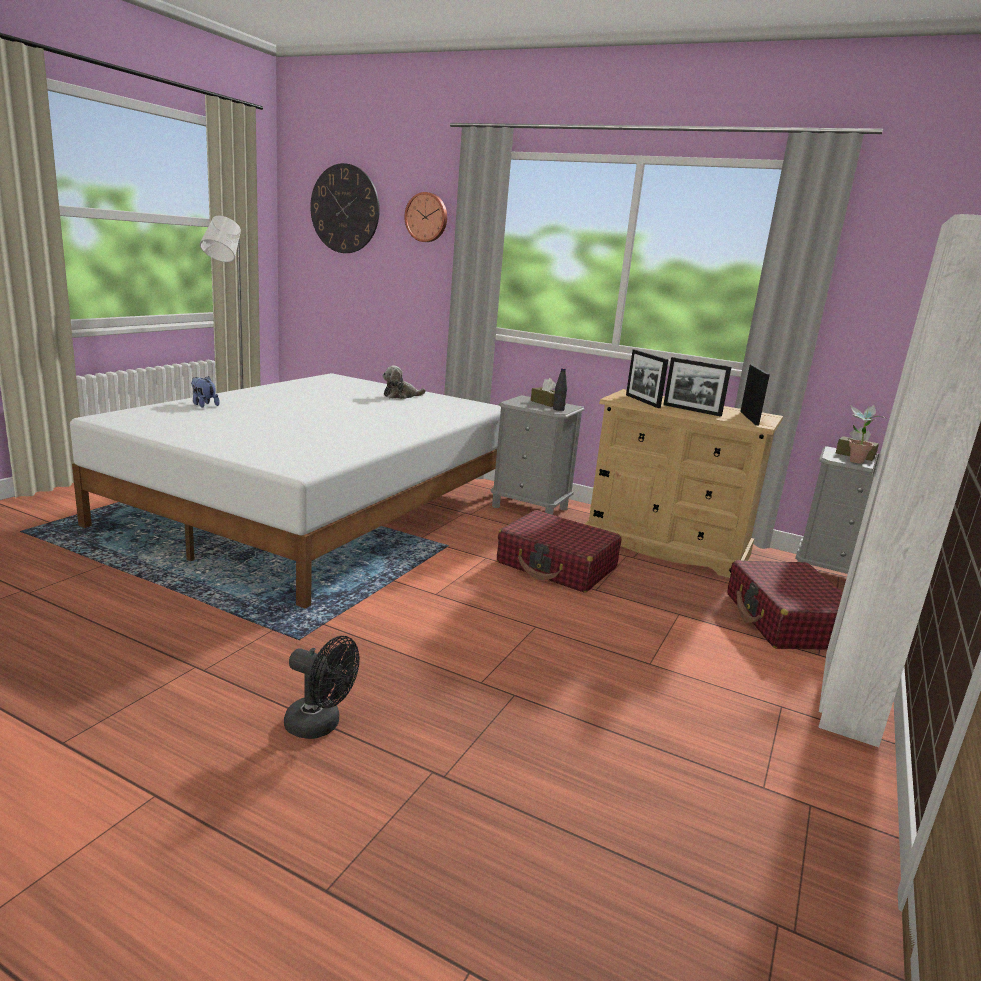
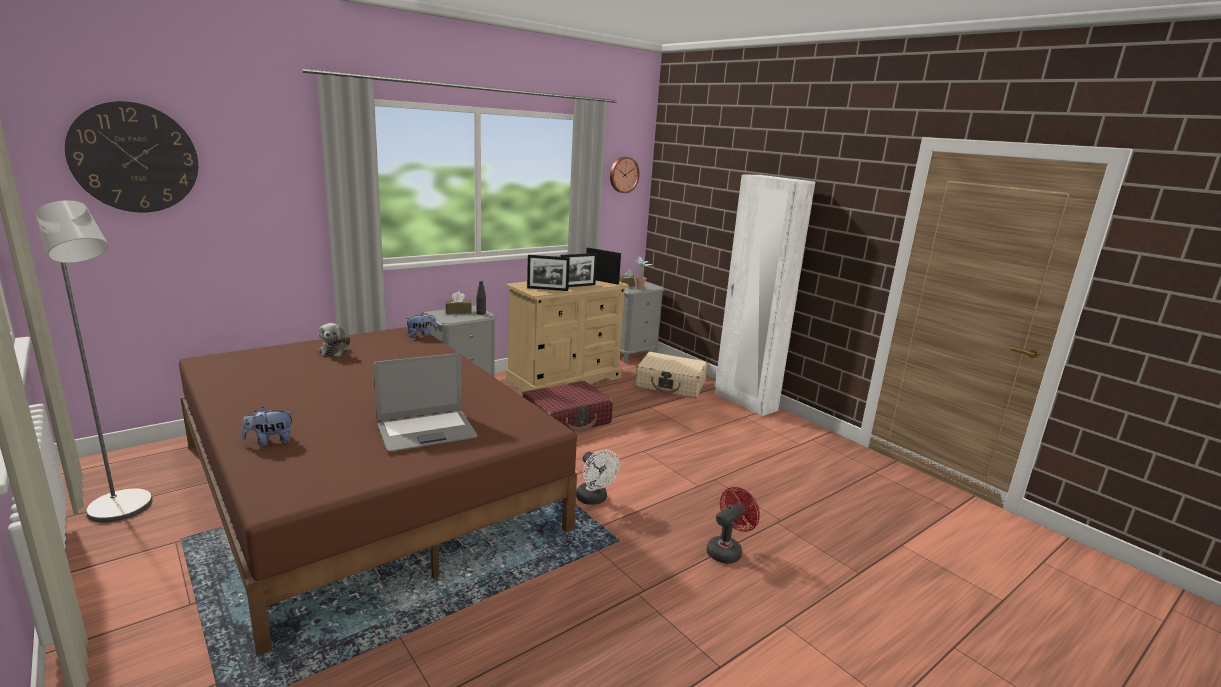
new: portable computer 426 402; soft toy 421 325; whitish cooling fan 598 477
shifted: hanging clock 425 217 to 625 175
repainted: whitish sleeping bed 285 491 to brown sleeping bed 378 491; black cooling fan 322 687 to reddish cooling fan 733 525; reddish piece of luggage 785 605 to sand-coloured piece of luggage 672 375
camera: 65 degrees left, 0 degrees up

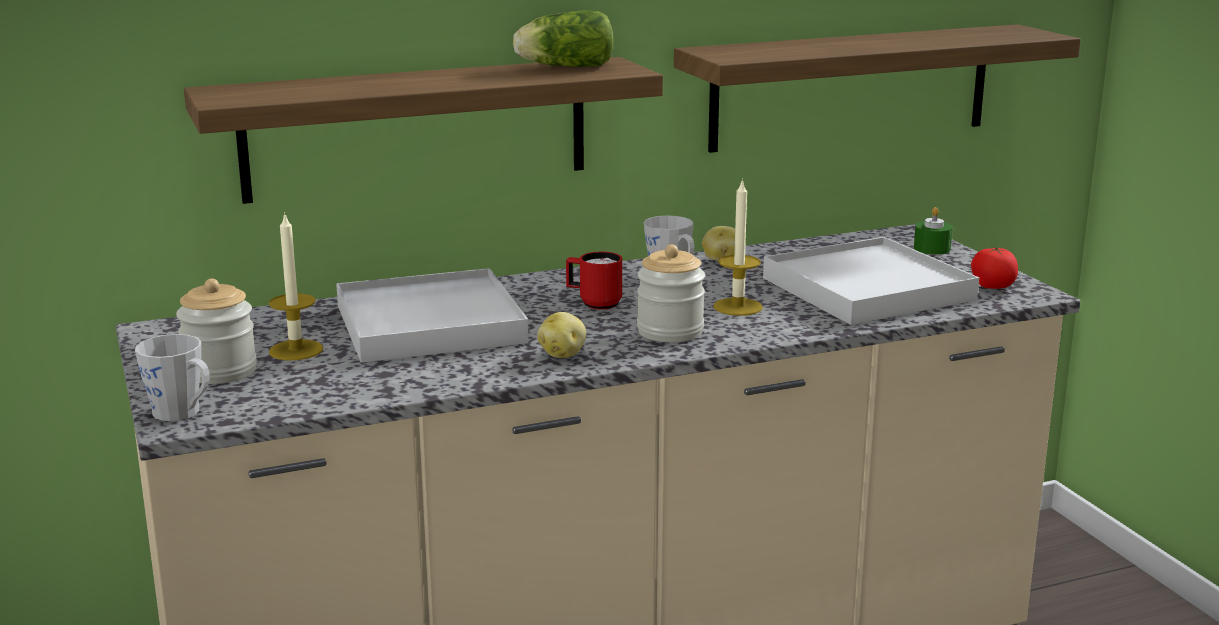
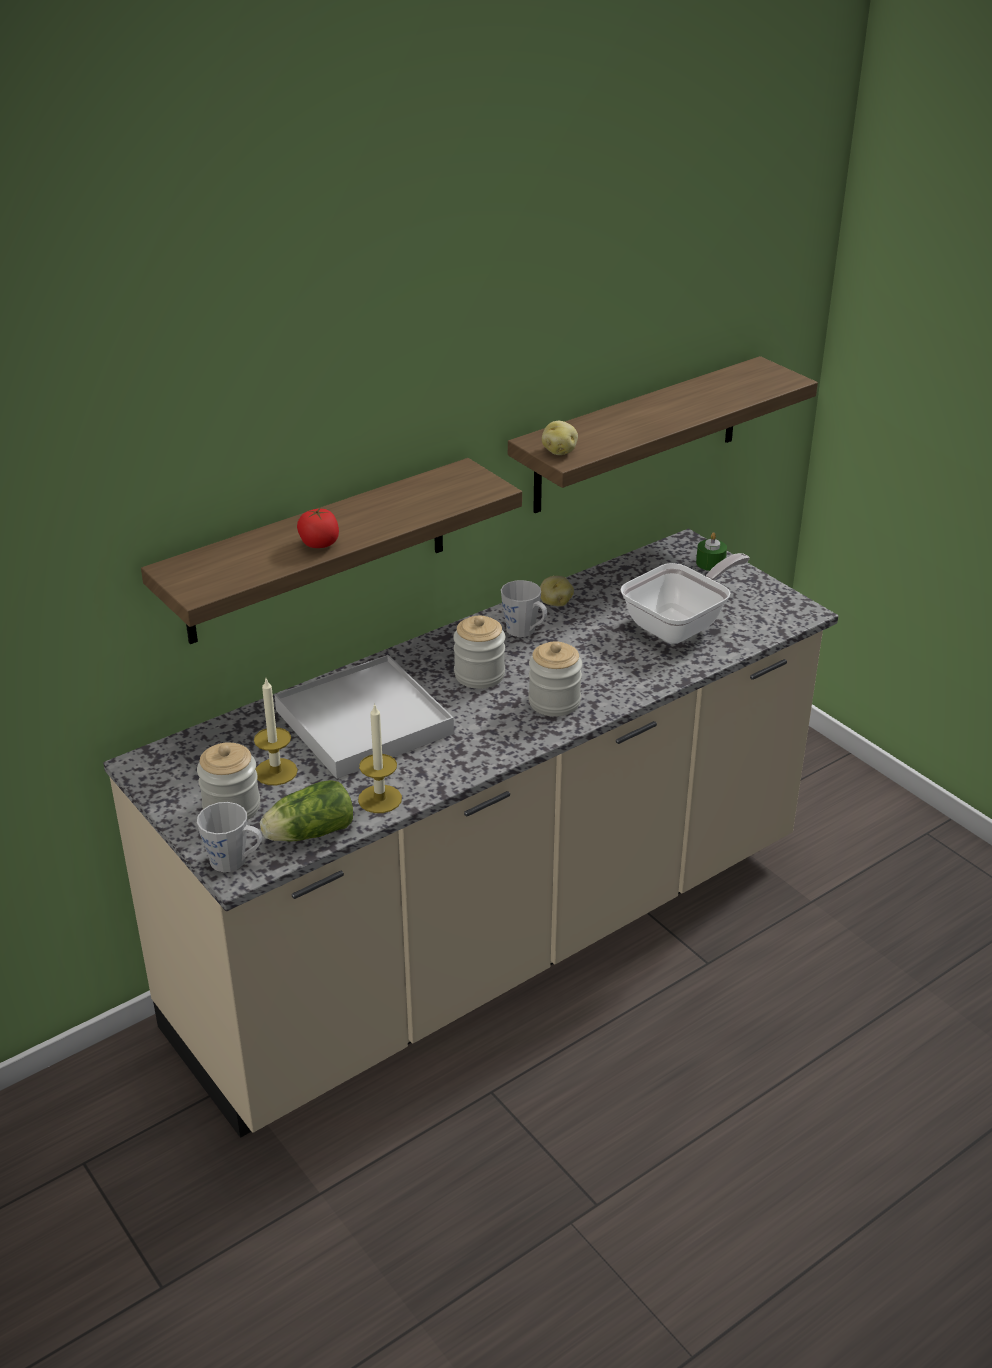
shifted: lettuce head 563 38 to 306 811; potato 561 335 to 560 438; wax candle 738 247 to 380 758; whole tomato 994 268 to 318 528
swapped: reddish tea mug 594 281 to jar 479 652; whitish carrying tray 871 281 to skillet 685 598
camera: 15 degrees left, 15 degrees up

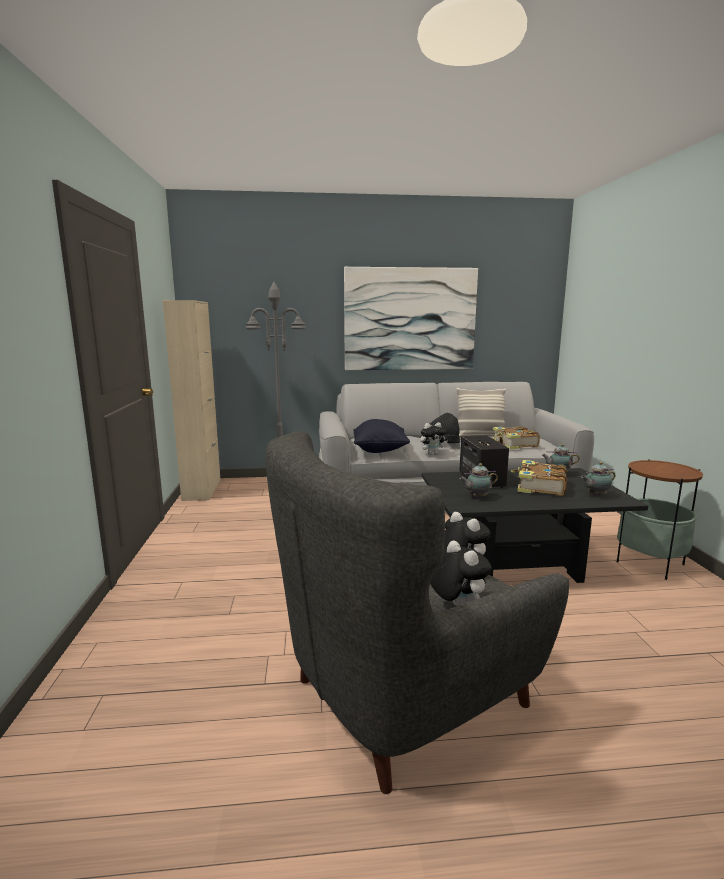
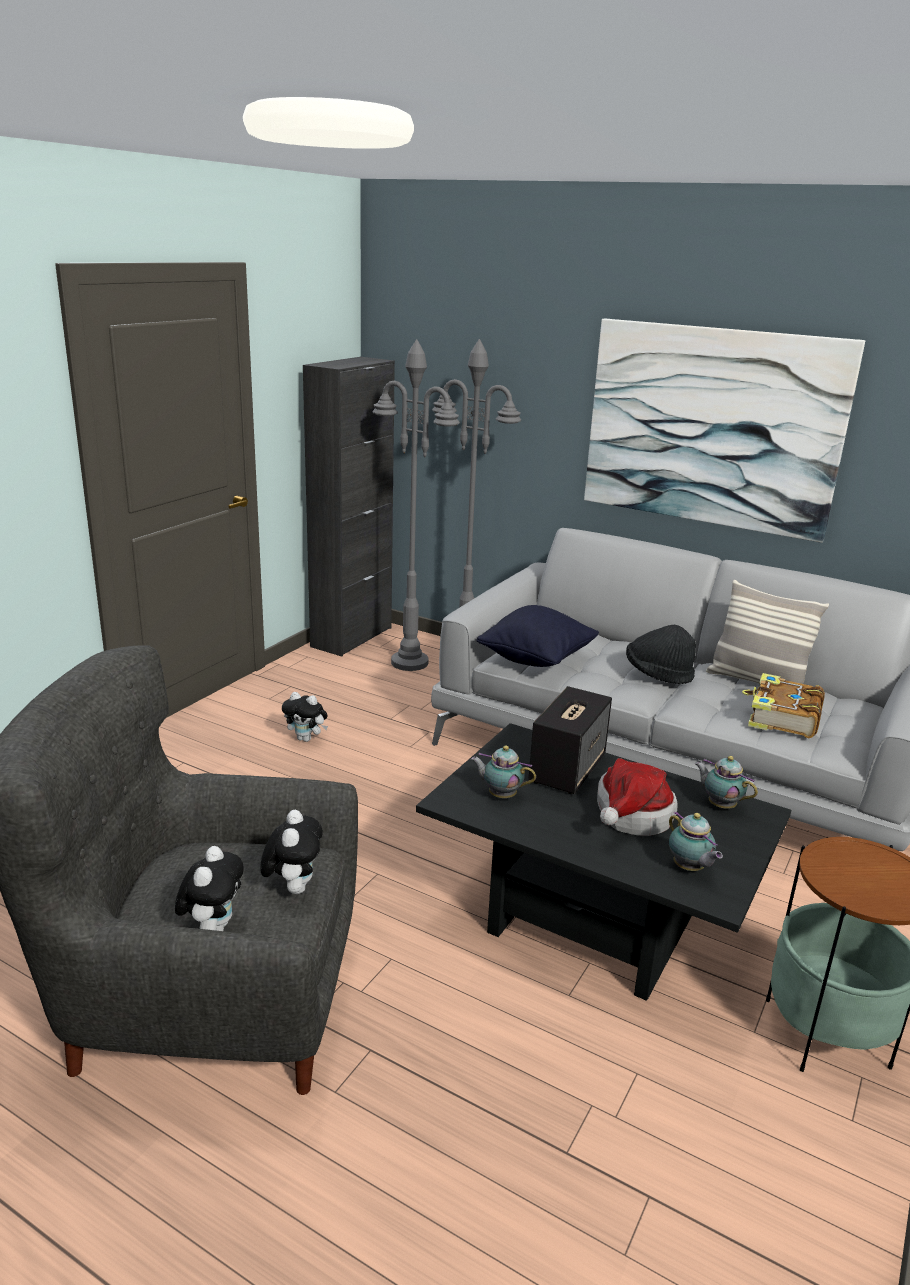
new: grey standing lamp 416 505
shifted: soft toy 434 438 to 305 717
swapped: book 539 478 to hat 637 797
repainted: sand-coloured storage cabinet 192 400 to black storage cabinet 349 507
rotated: pot for tea 598 479 = 696 841 135 degrees counterclockwise
camera: 35 degrees right, 10 degrees up

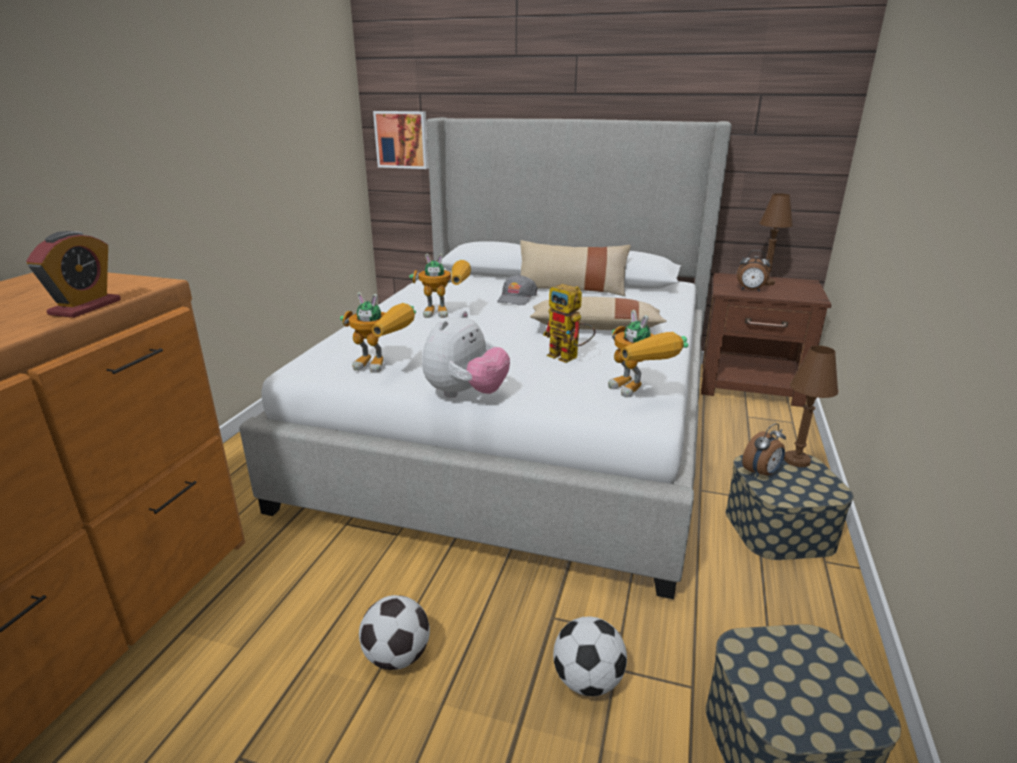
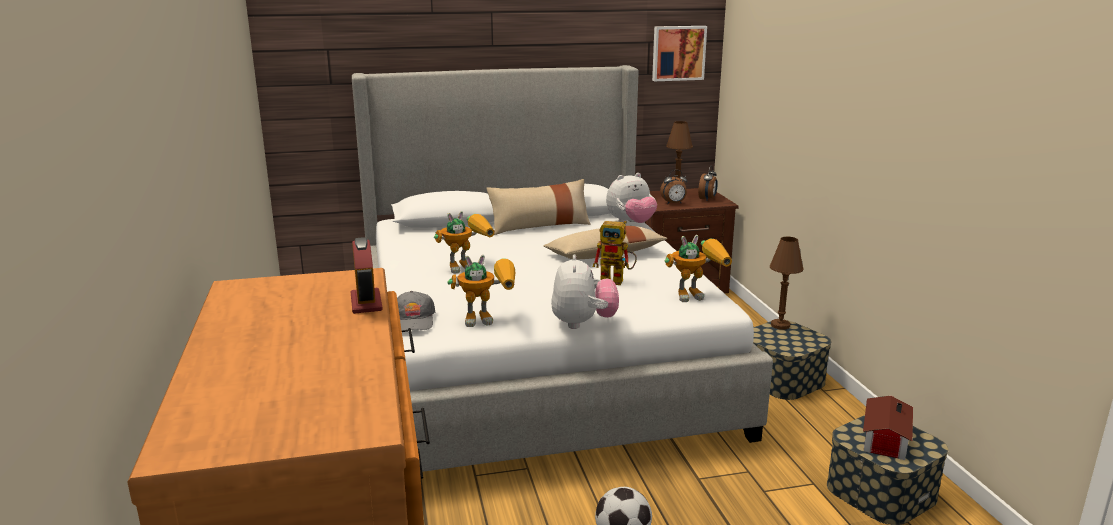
gone: football ball 590 656
new: soft toy 631 198; toy house 888 428
shifted: picture 401 140 to 679 53; grey cap 517 289 to 416 310; alarm clock 764 450 to 708 183
rotated: model robot 648 354 = 698 268 45 degrees counterclockwise
camera: 30 degrees left, 5 degrees down

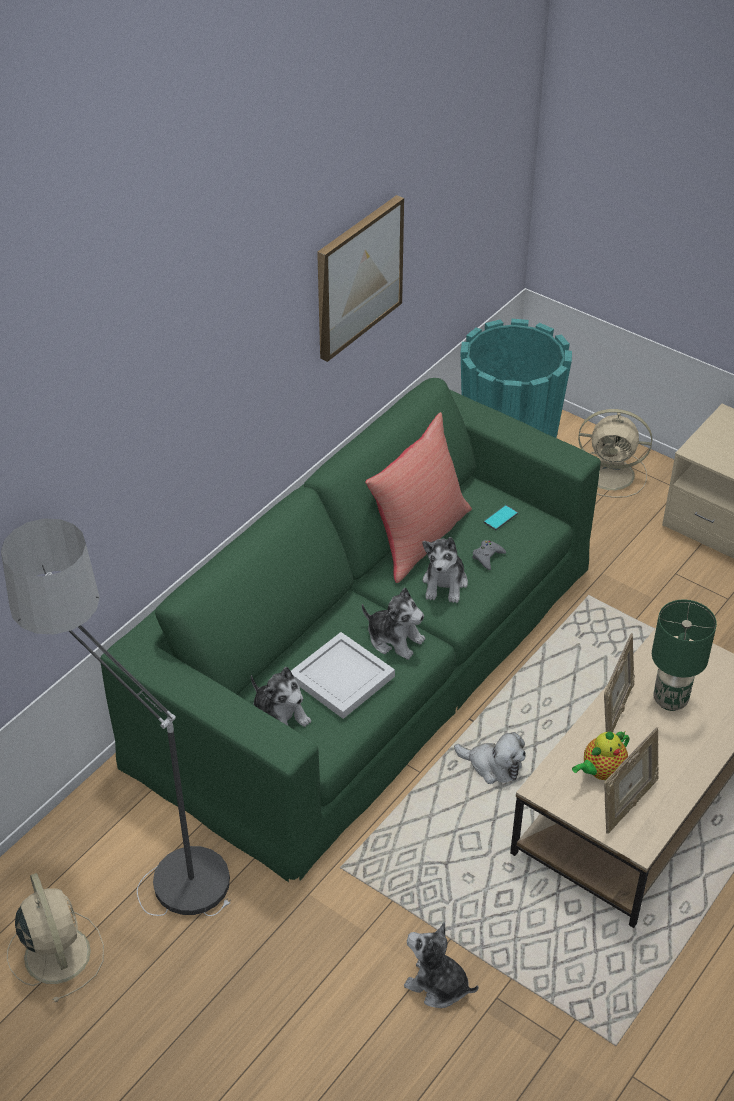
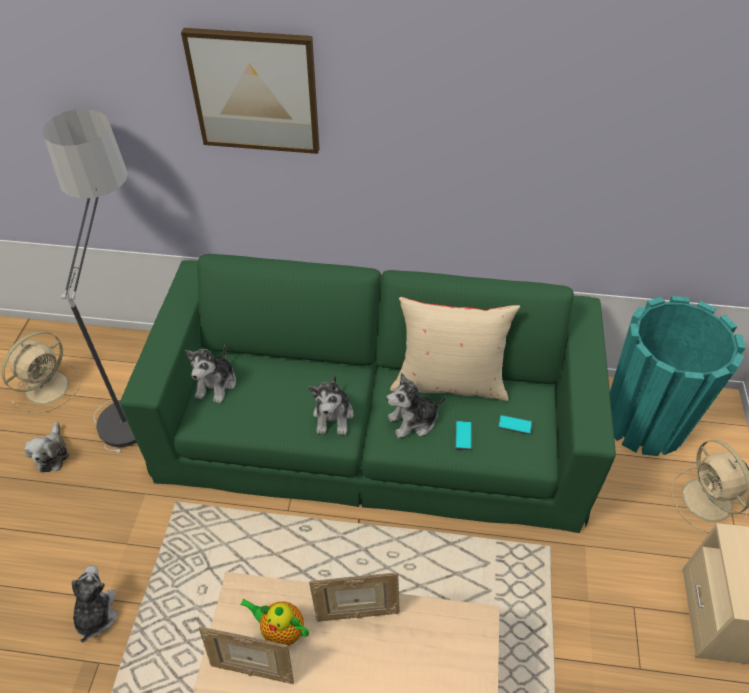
gone: whitish carrying tray 343 675; green table lamp 684 655
shifted: picture 360 278 to 250 91; soft toy 490 758 to 47 447
swapped: grey gamepad 489 555 to telephone 463 435
repainted: reddish throw pillow 418 497 to sand-coloured throw pillow 455 349
camera: 60 degrees right, 5 degrees up

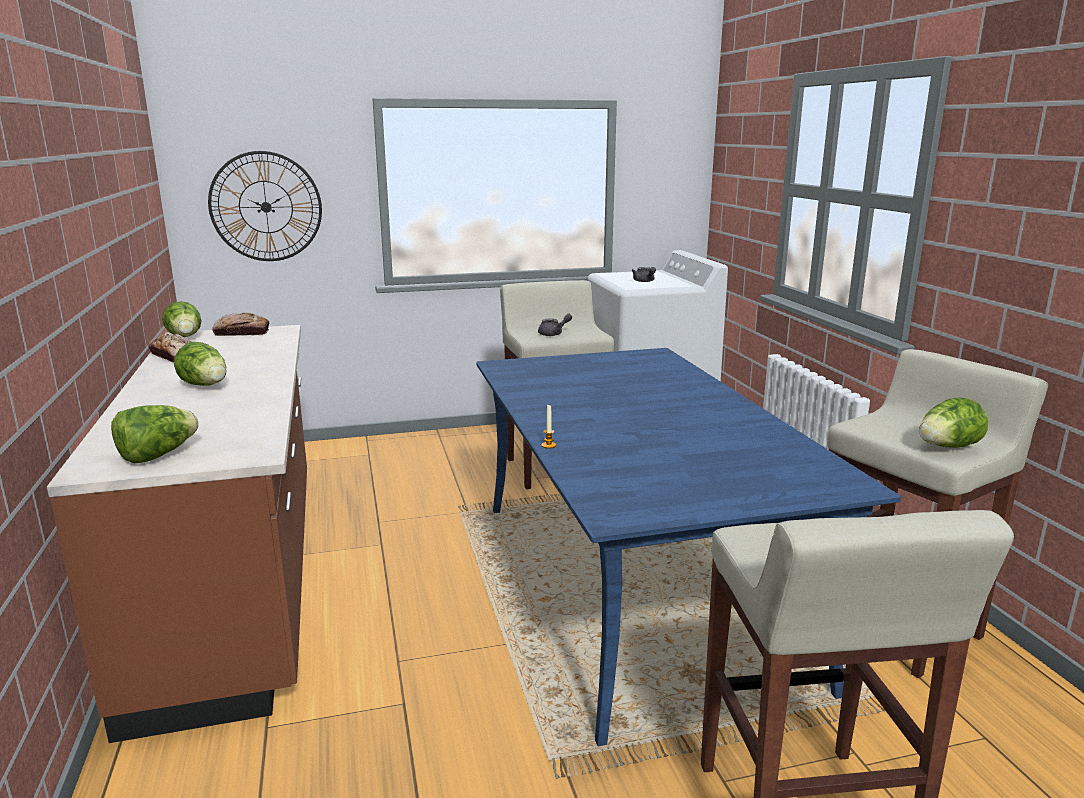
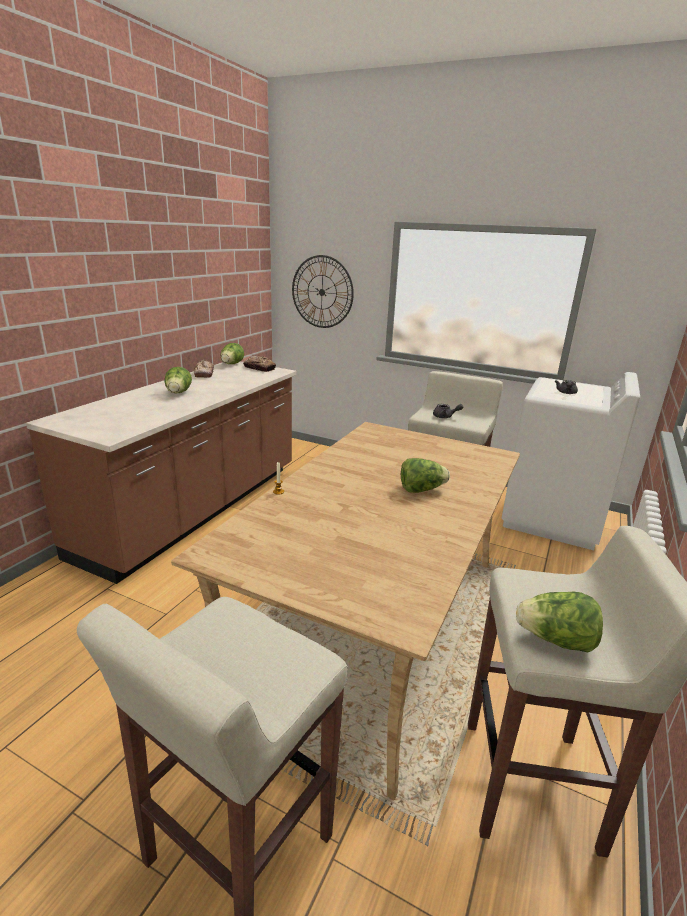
shifted: lettuce head 155 434 to 425 475
repainted: blue dinner table 688 547 to sand-coloured dinner table 345 611
camera: 40 degrees right, 5 degrees up

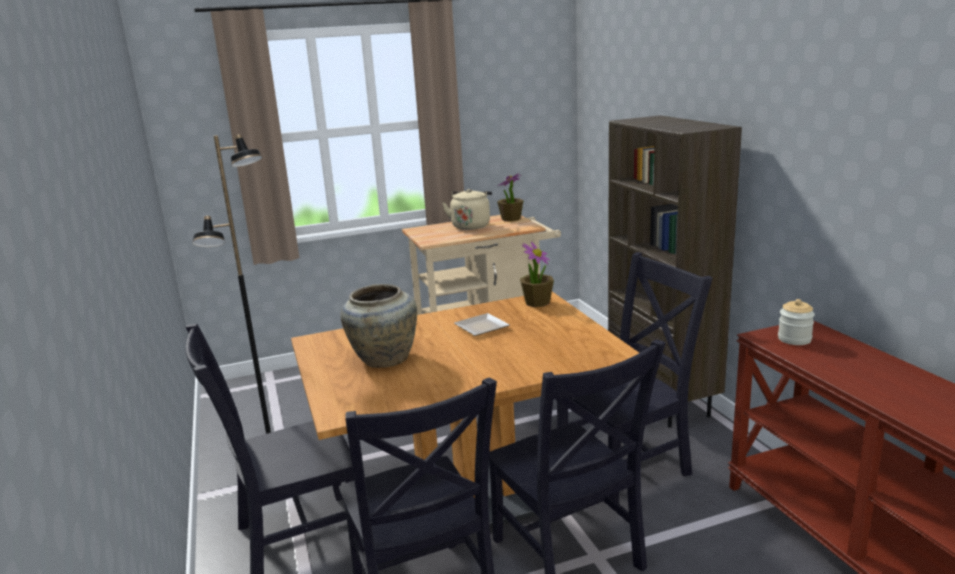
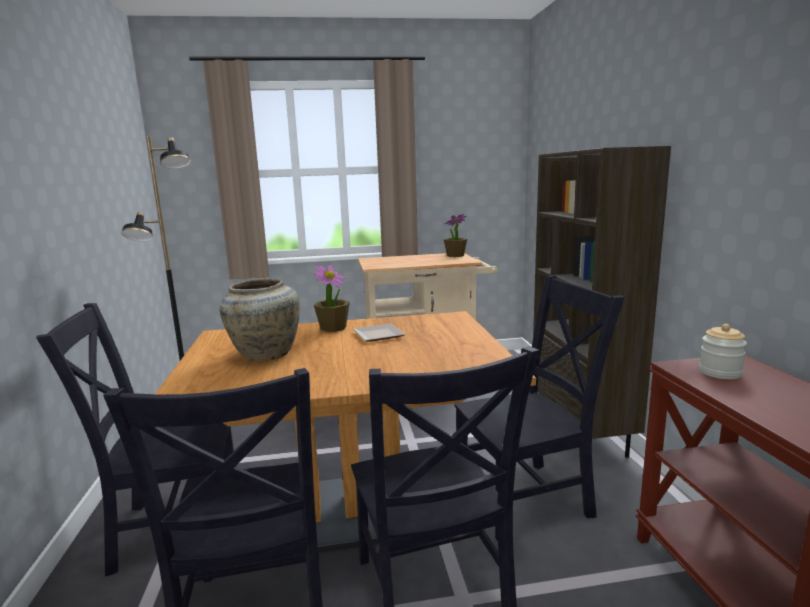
gone: sand-coloured kettle 467 209
shifted: potted plant 537 274 to 331 298
camera: 10 degrees right, 5 degrees down

